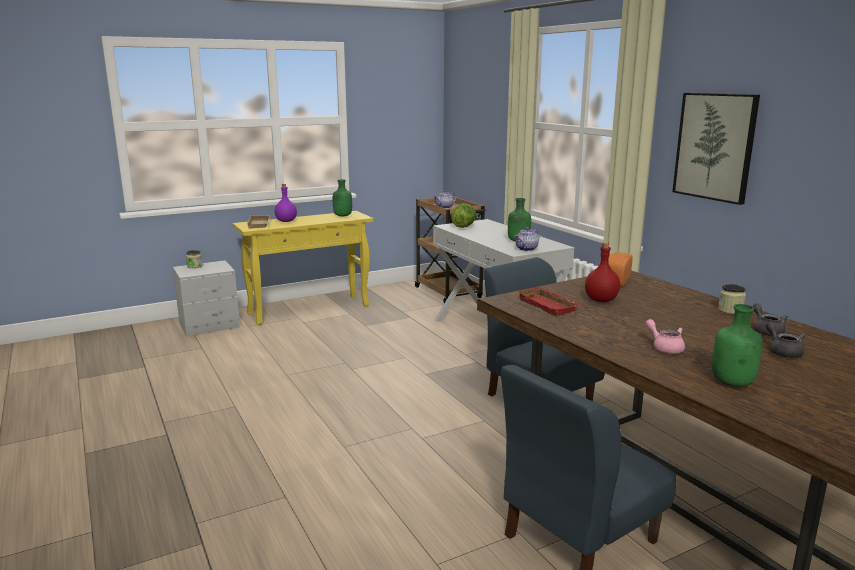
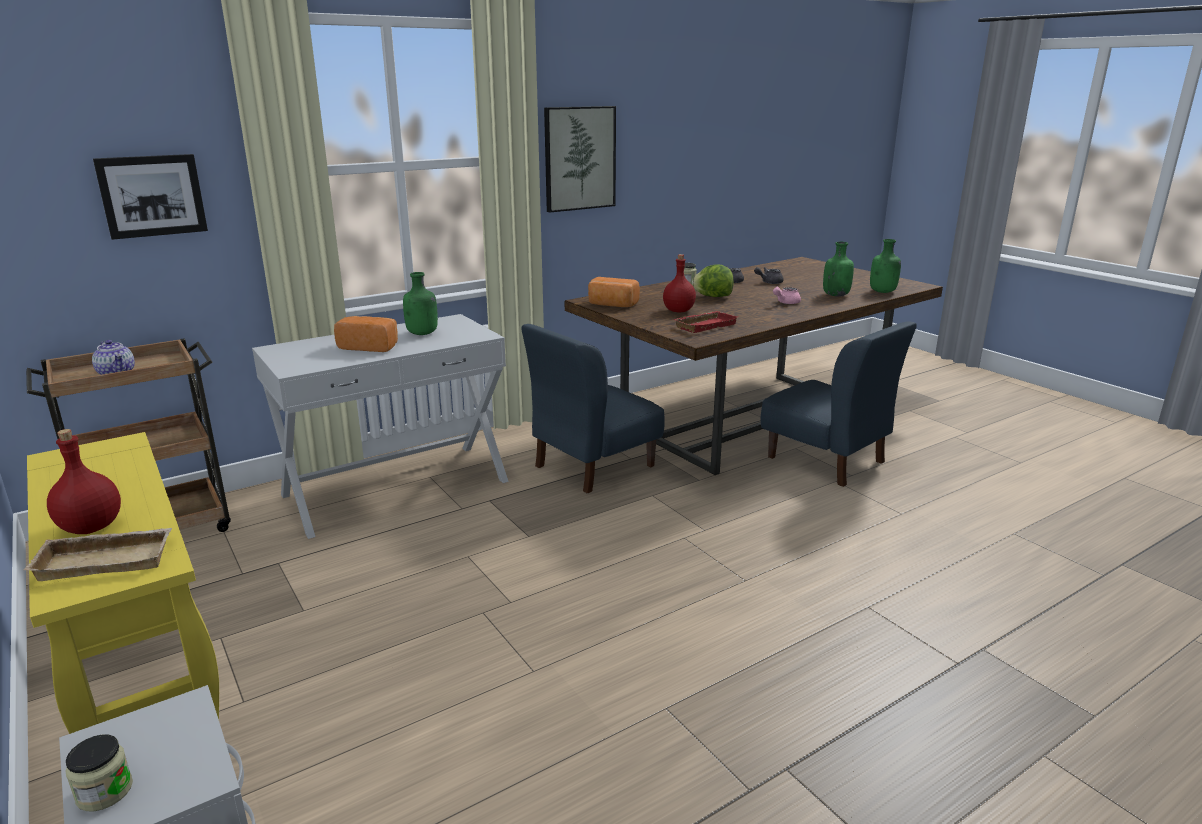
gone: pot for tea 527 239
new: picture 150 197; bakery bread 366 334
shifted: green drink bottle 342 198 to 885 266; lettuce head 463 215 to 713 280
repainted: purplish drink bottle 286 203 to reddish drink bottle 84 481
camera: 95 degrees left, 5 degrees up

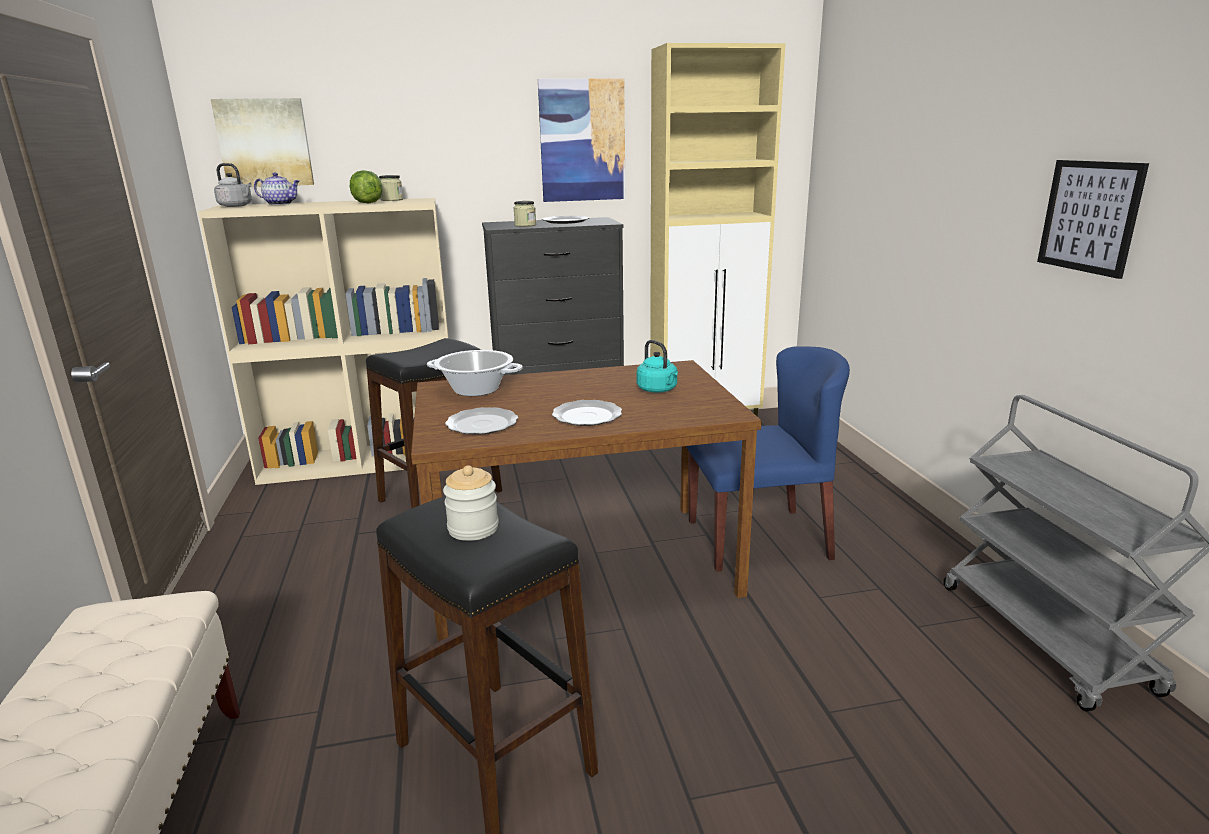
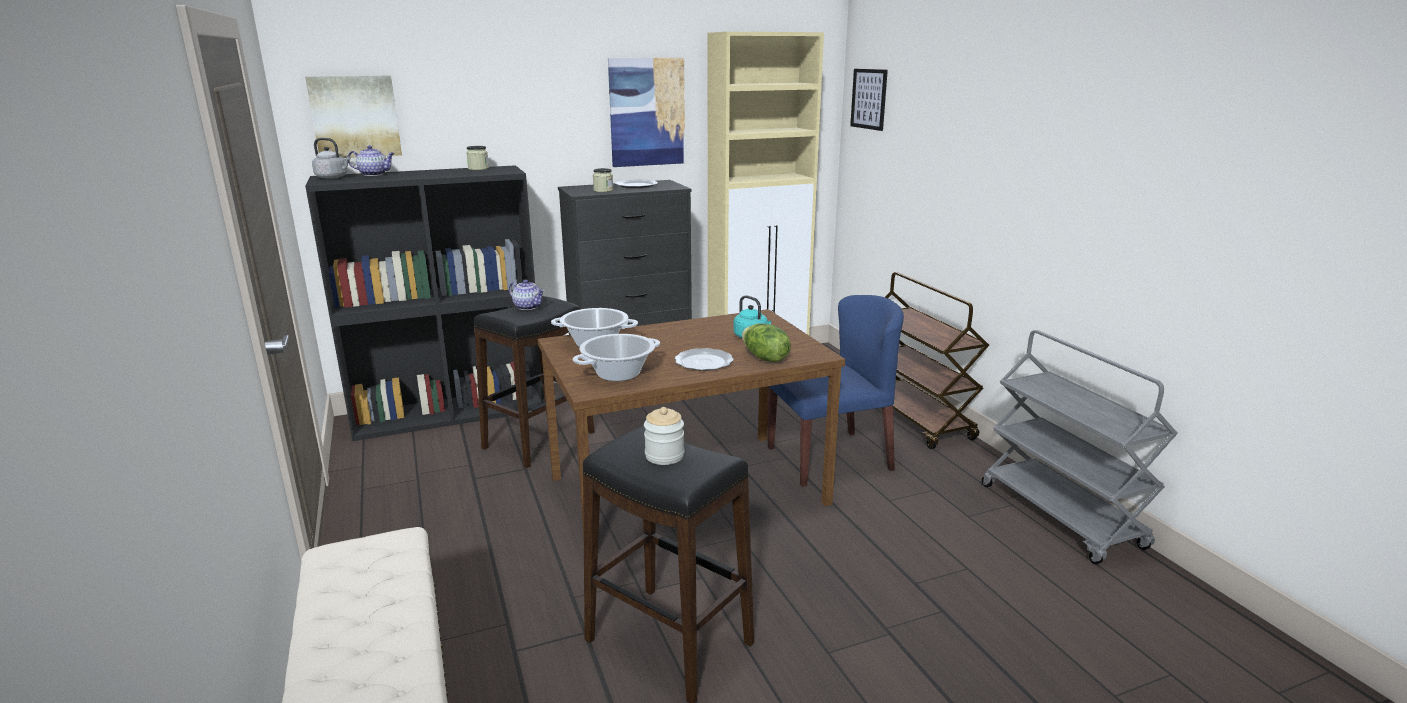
new: pot for tea 527 295; brown trolley 937 360
shifted: lettuce head 366 186 to 766 342; picture 1093 219 to 869 100
swapped: dinner plate 481 421 to cooking pot 616 357
repainted: sand-coloured shelving unit 323 341 to black shelving unit 425 303
camera: 10 degrees left, 0 degrees up

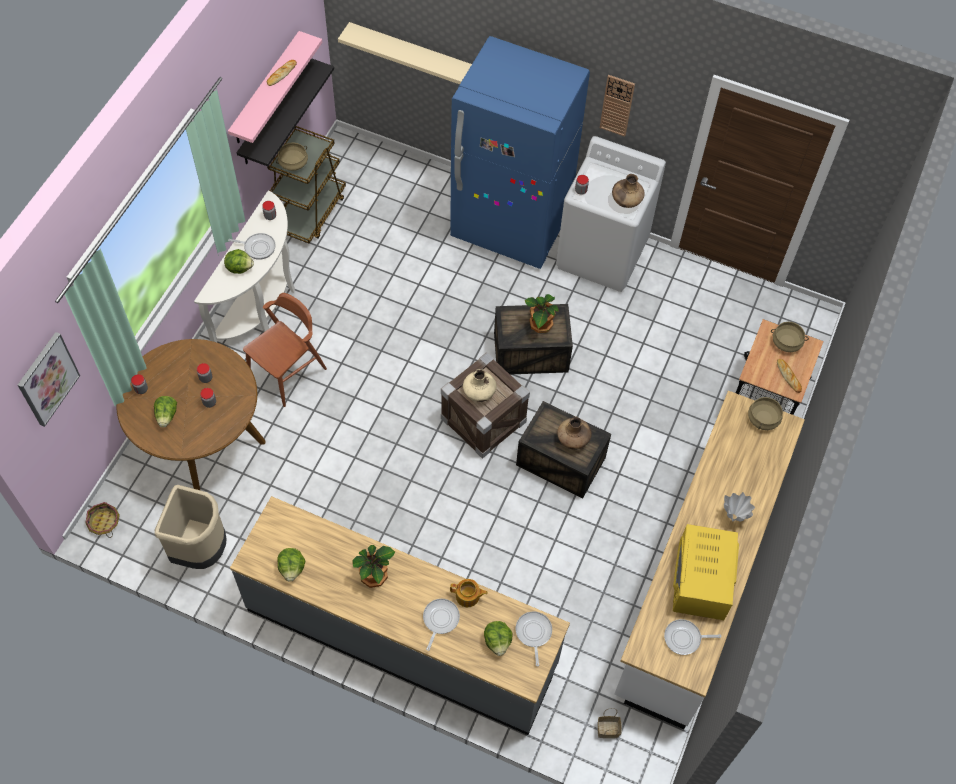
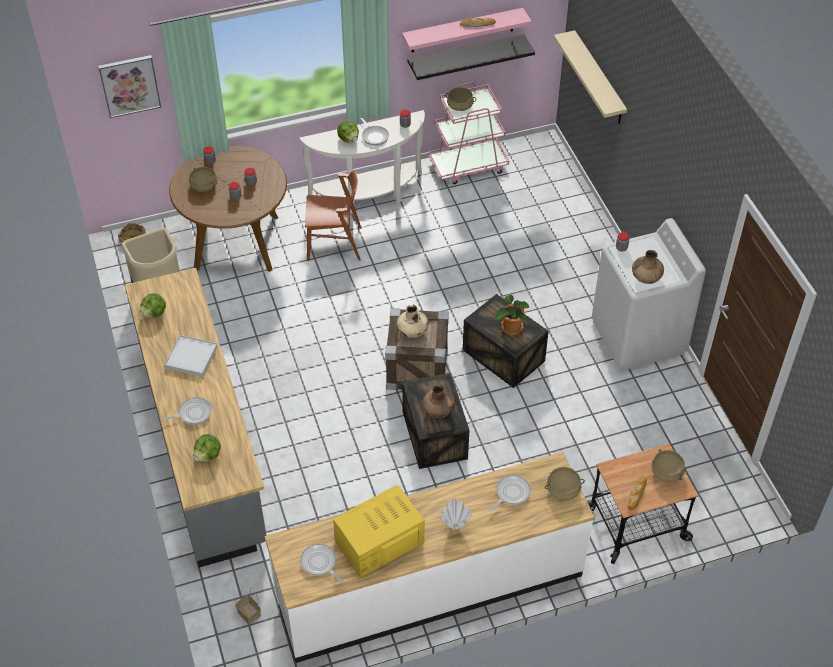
gone: blue refrigerator 520 152; pot for tea 469 593; hanging clock 617 106
shifted: skillet 534 638 to 510 493
swapped: lettuce head 165 412 to sand-coloured cooking pot 203 179; potted plant 374 566 to whitish carrying tray 191 356
repainted: brown trolley 306 184 to pink trolley 468 133
camera: 50 degrees right, 10 degrees down

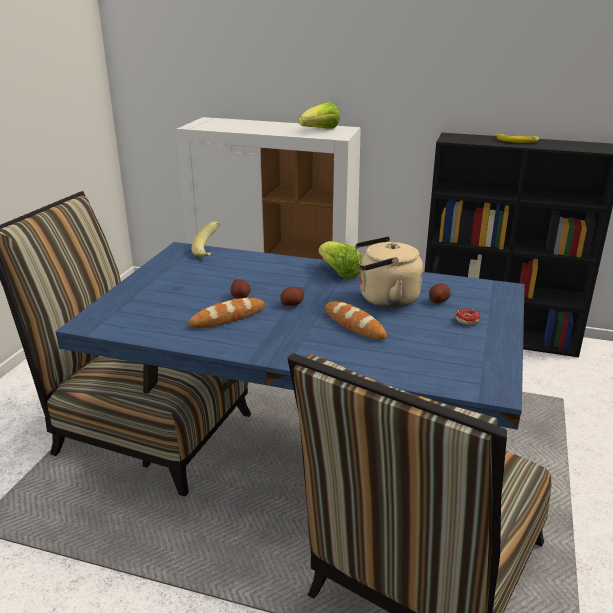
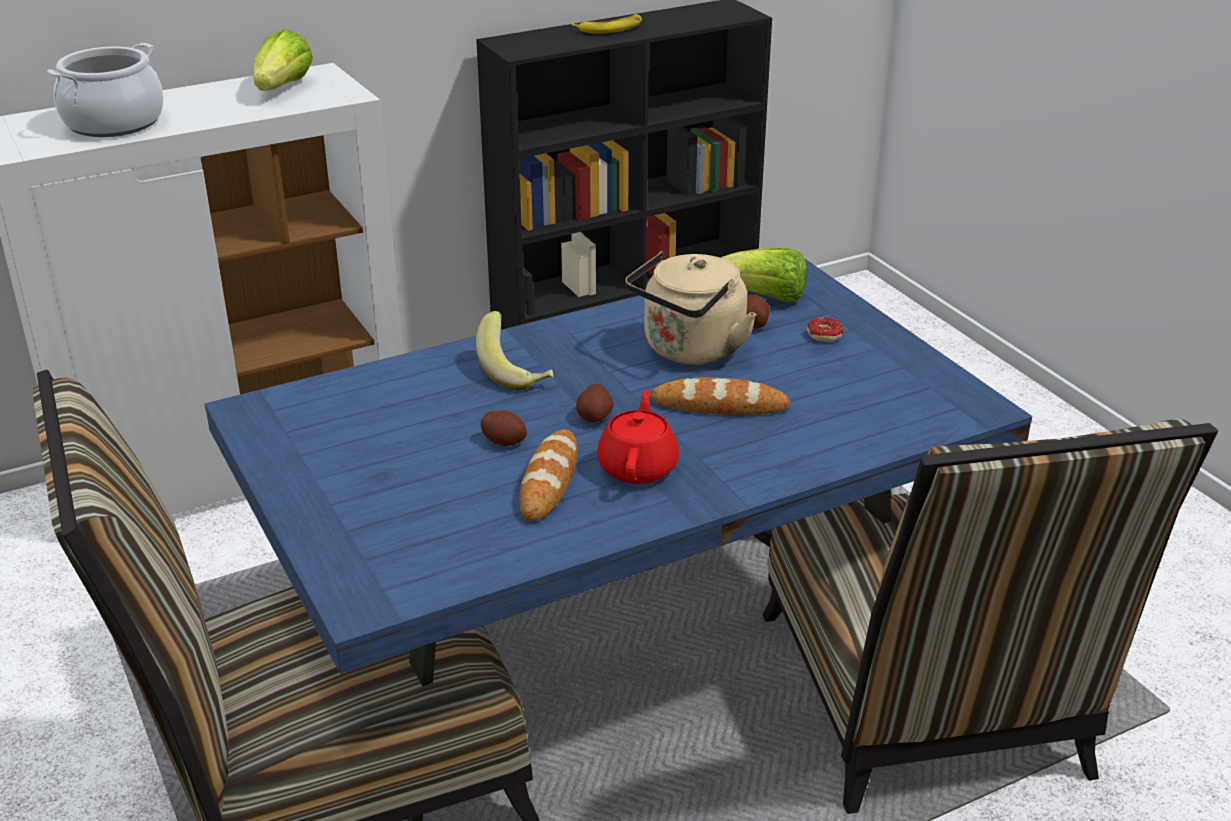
new: cooking pot 105 90; reddish pot for tea 638 436
shifted: whole banana 205 239 to 515 350; lettuce head 340 260 to 764 275
camera: 45 degrees left, 5 degrees up

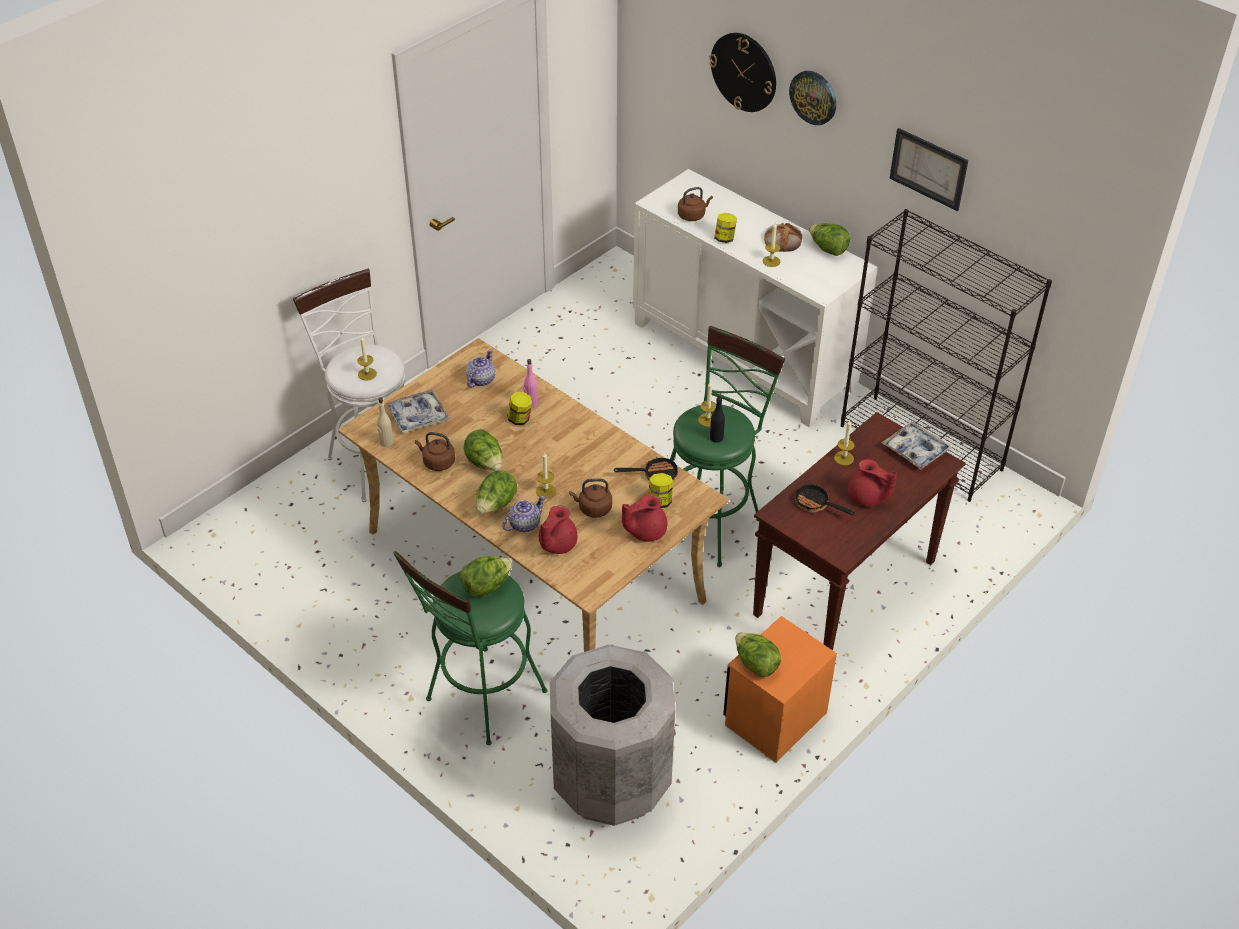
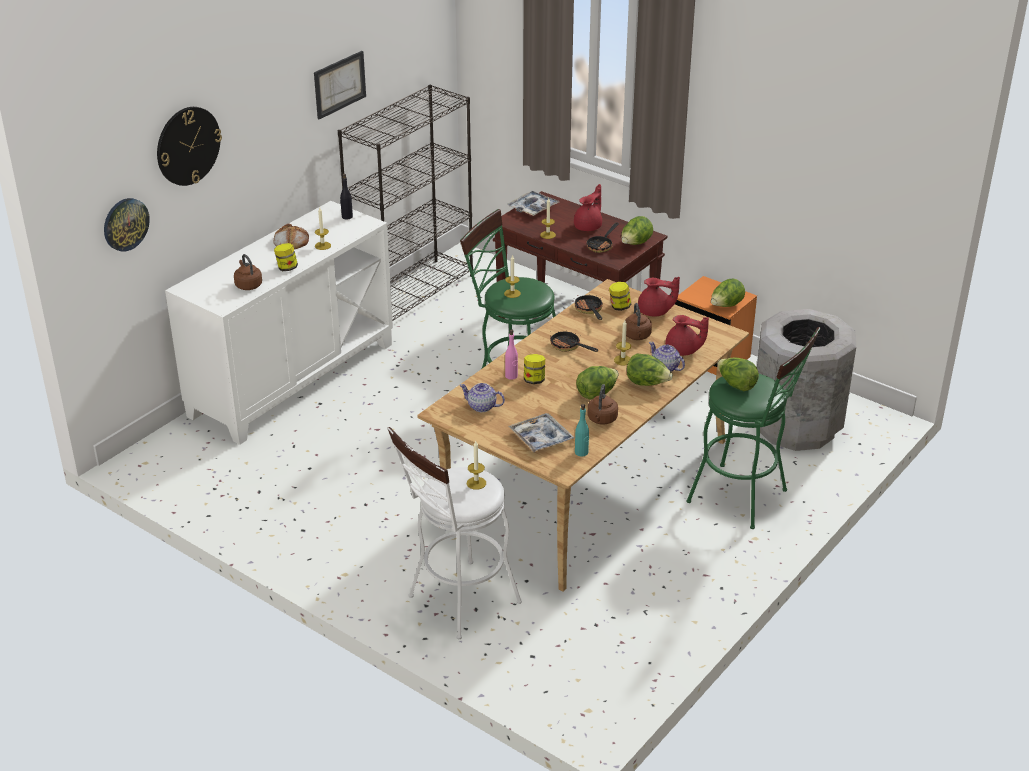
new: skillet 574 342
shifted: black drink bottle 717 418 to 346 197; hanging clock 812 98 to 127 224; lettuce head 829 239 to 637 230
repainted: sand-coloured drink bottle 385 422 to turquoise-coloured drink bottle 582 430
rotated: reddish pot for tea 645 518 = 659 296 45 degrees counterclockwise
camera: 95 degrees left, 10 degrees down

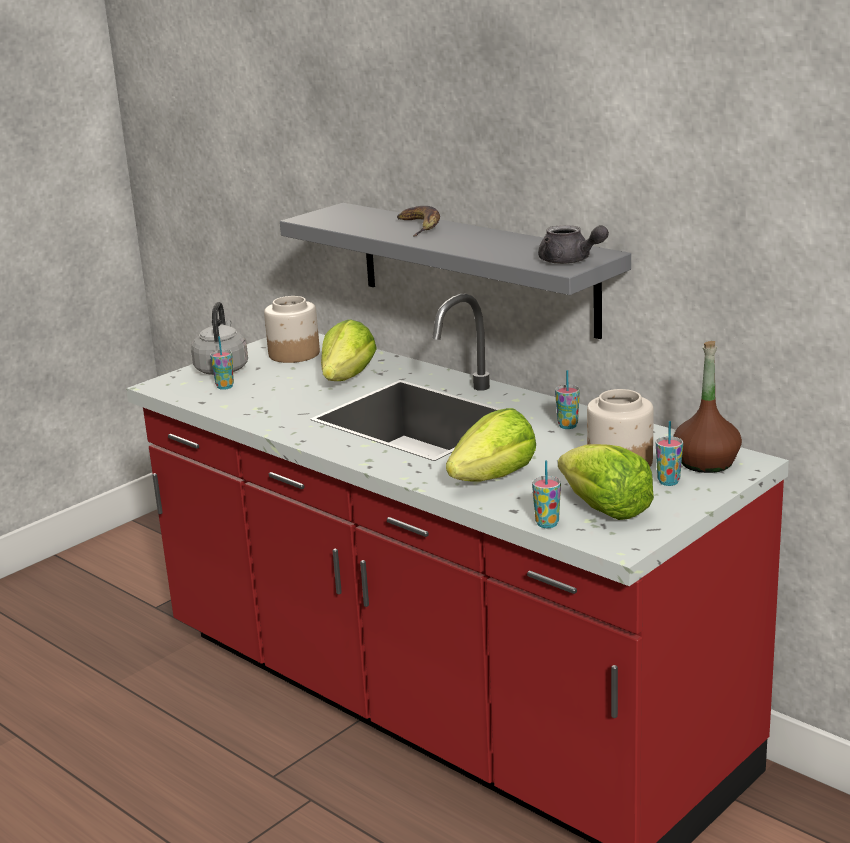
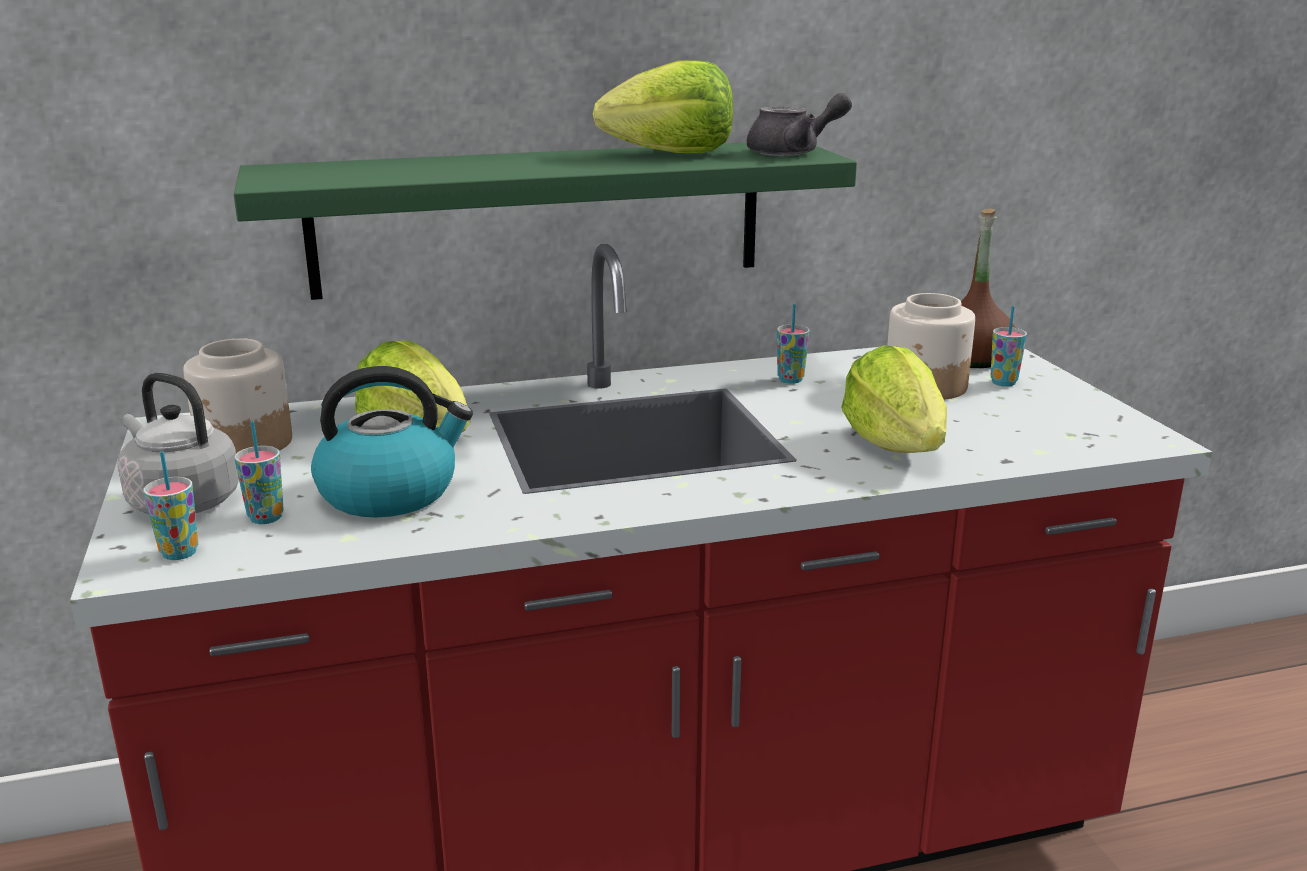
gone: whole banana 418 221
new: kettle 392 442
shifted: drinking cup 546 494 to 170 505; lettuce head 606 482 to 663 106
repainted: grey bracket shelf 455 271 to green bracket shelf 545 221
camera: 60 degrees left, 0 degrees up

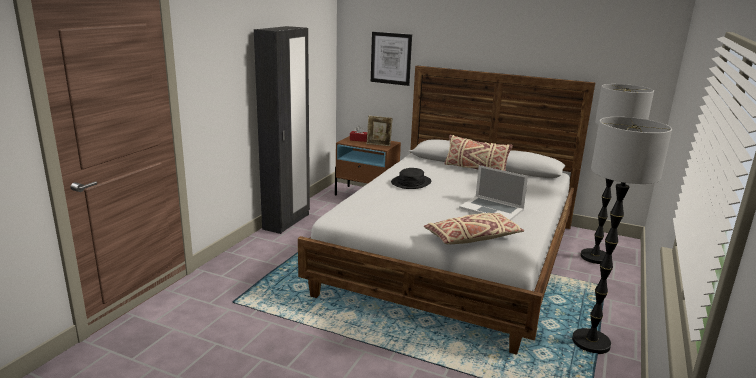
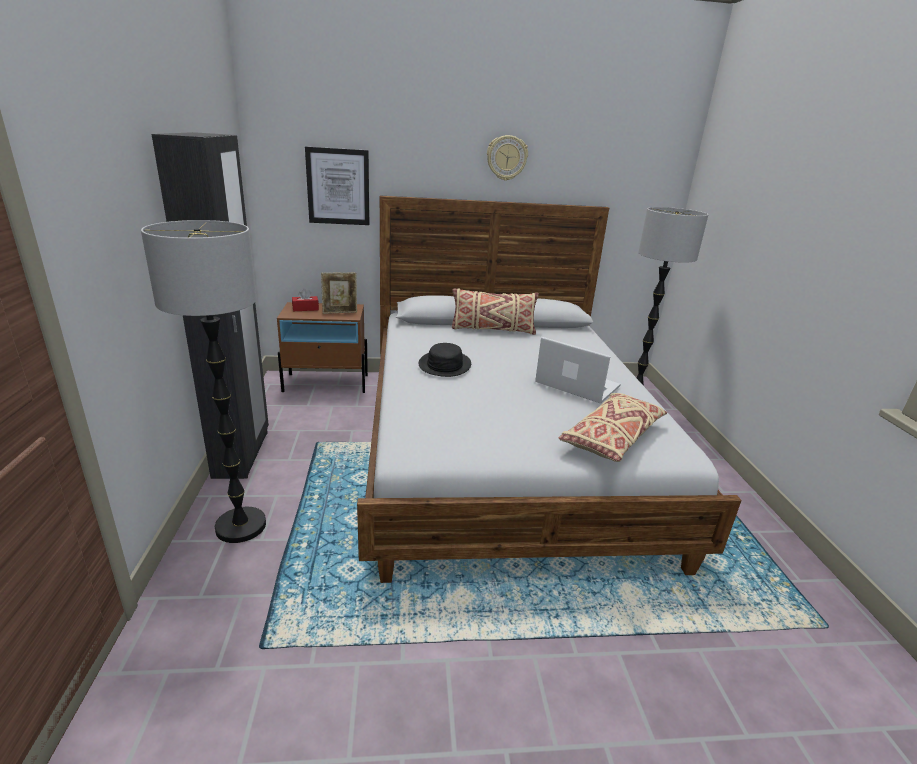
new: hanging clock 507 158
shifted: standing lamp 622 235 to 203 381
rotated: portable computer 493 192 = 578 370 150 degrees counterclockwise
camera: 30 degrees left, 5 degrees up

